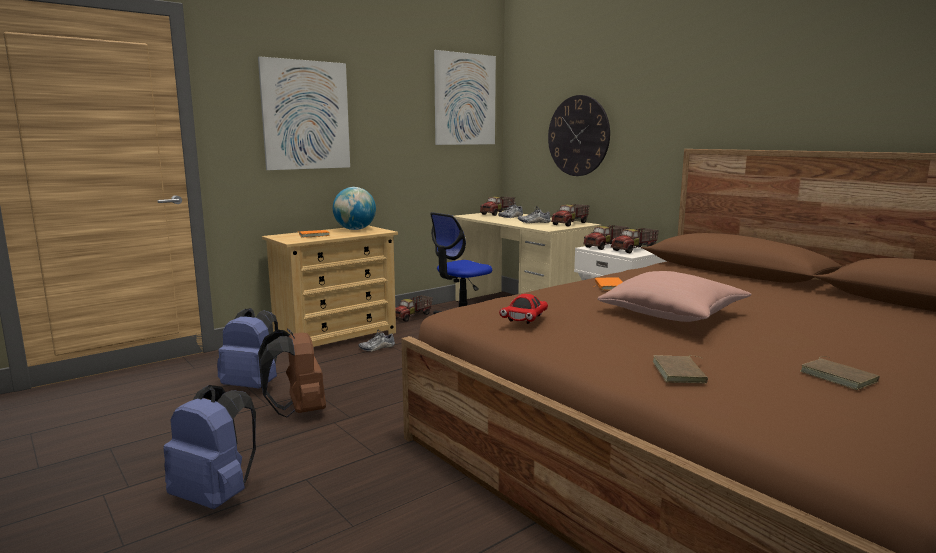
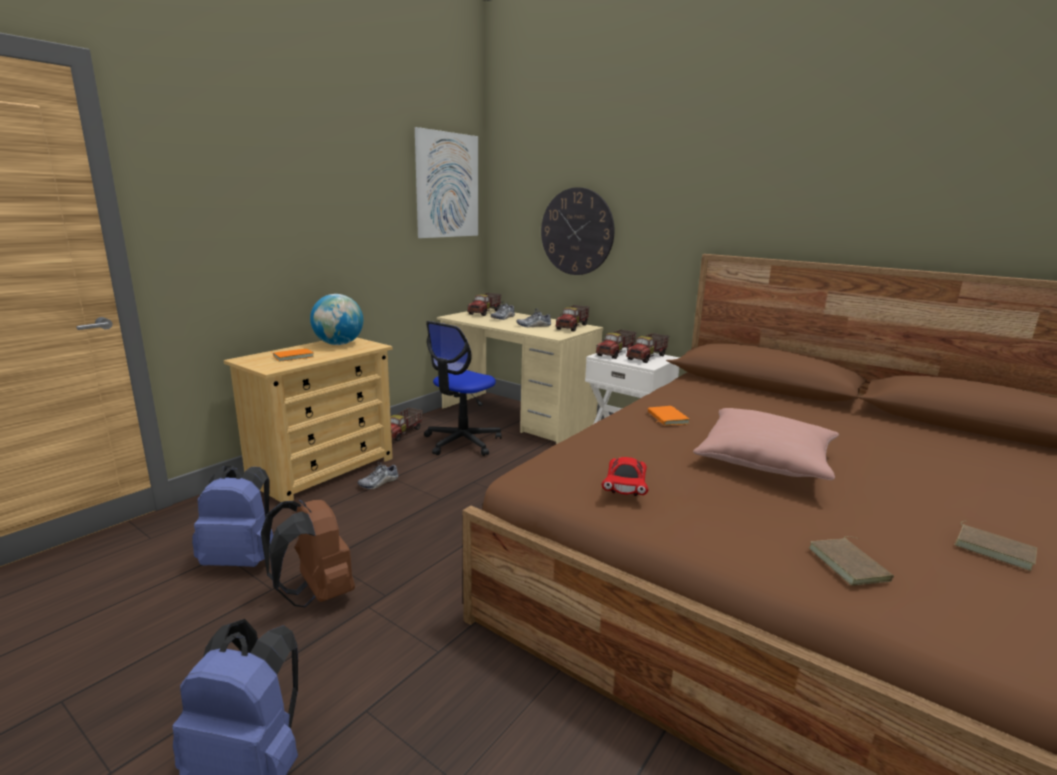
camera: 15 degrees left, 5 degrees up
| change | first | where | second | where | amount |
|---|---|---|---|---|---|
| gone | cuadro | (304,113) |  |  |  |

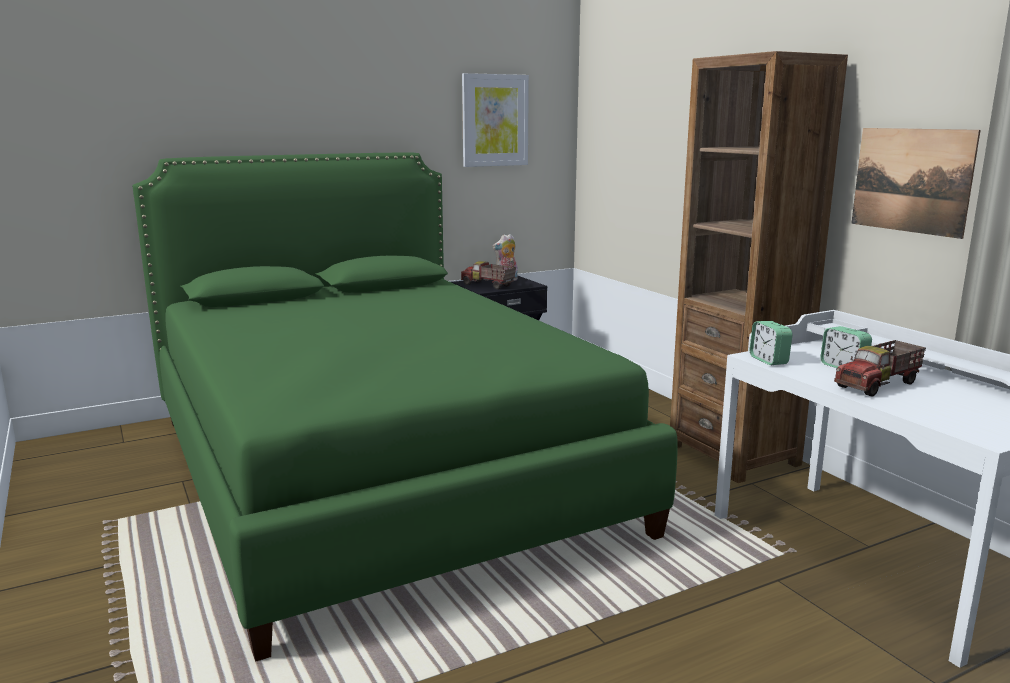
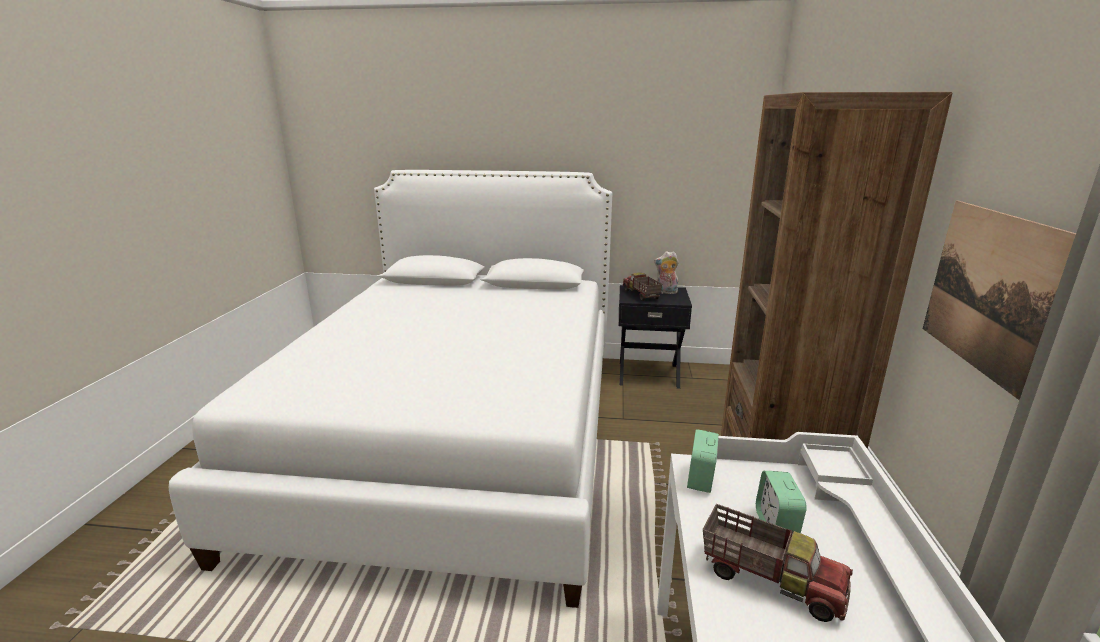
camera: 35 degrees right, 5 degrees up
| change | first | where | second | where | amount |
|---|---|---|---|---|---|
| gone | cuadro | (495,120) |  |  |  |
| repainted | cama [verde] | (405,407) | cama [blanco] | (390,389) |  |
| rotated | camión de juguete | (880,368) |  | (778,563) | 150 degrees counterclockwise |

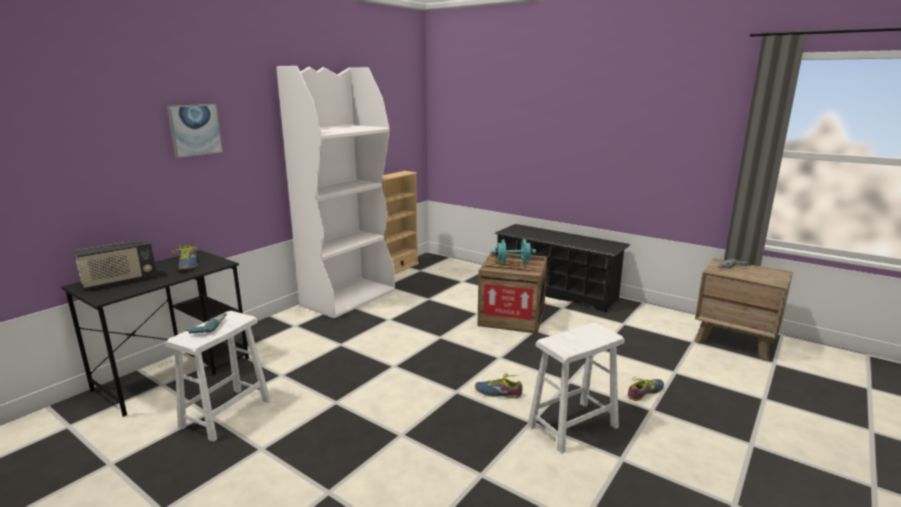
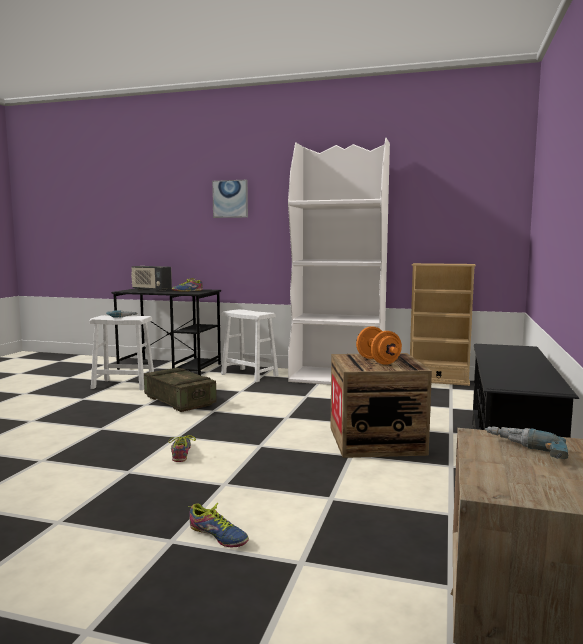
camera: 70 degrees right, 10 degrees down
| change | first | where | second | where | amount |
|---|---|---|---|---|---|
| new |  |  | caja de embalaje | (180,390) |  |
| shifted | taburete [blanco] | (576,388) |  | (250,345) |  |
| repainted | mancuerna [turquesa] | (513,251) | mancuerna [naranja] | (379,345) |  |

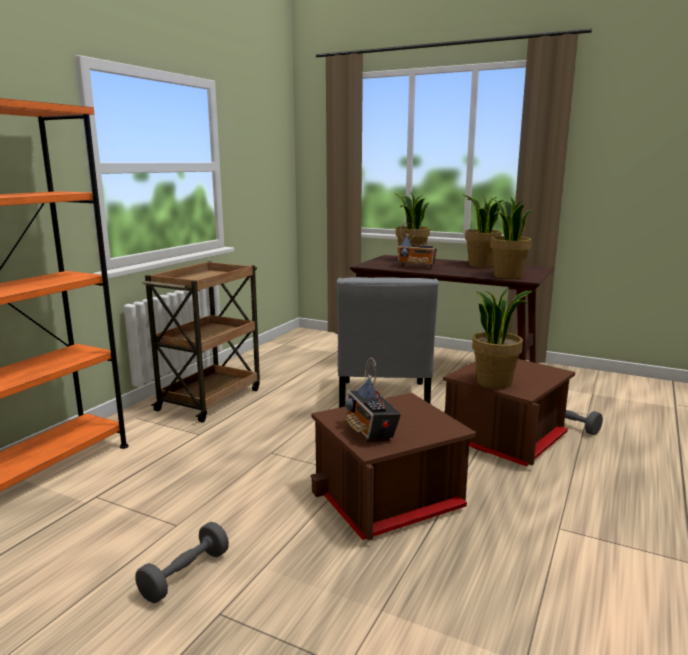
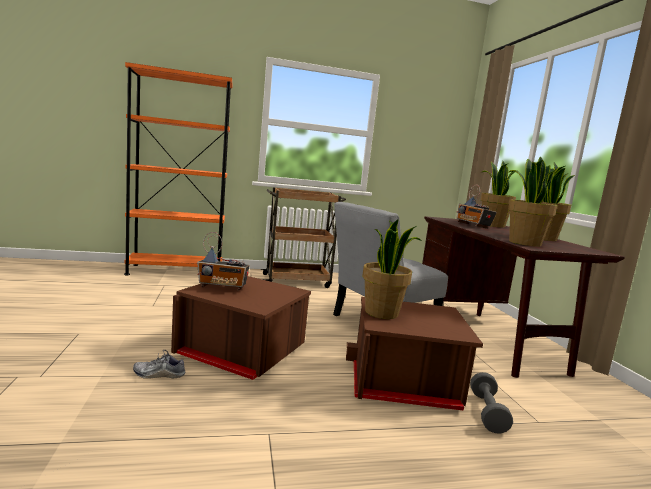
camera: 50 degrees right, 5 degrees down
| change | first | where | second | where | amount |
|---|---|---|---|---|---|
| gone | mancuerna [gris] | (182,562) |  |  |  |
| new |  |  | zapato | (159,364) |  |
| rotated | radio | (373,400) |  | (223,261) | 120 degrees counterclockwise |

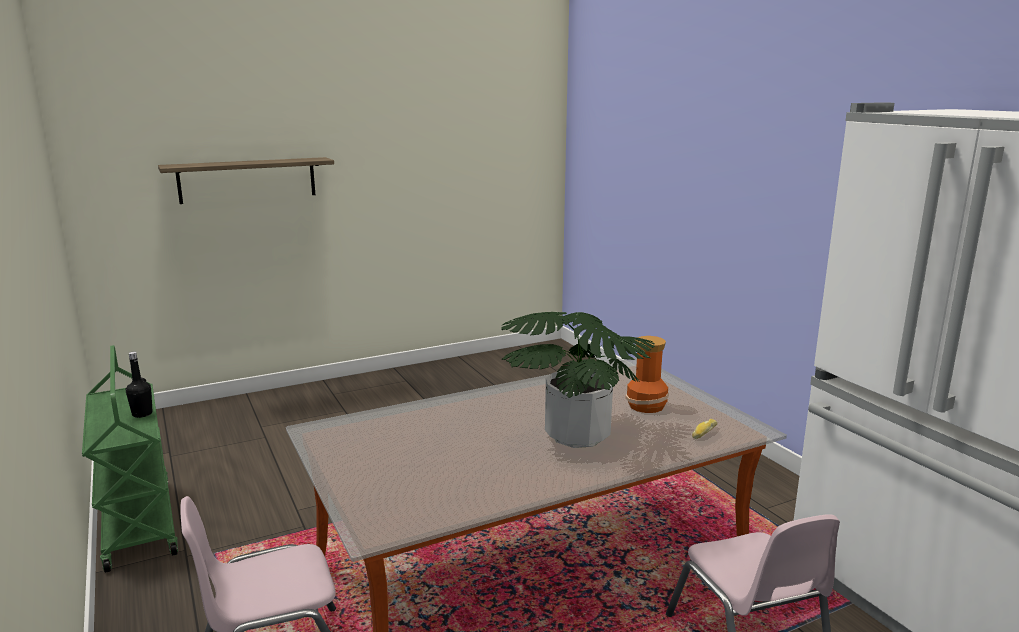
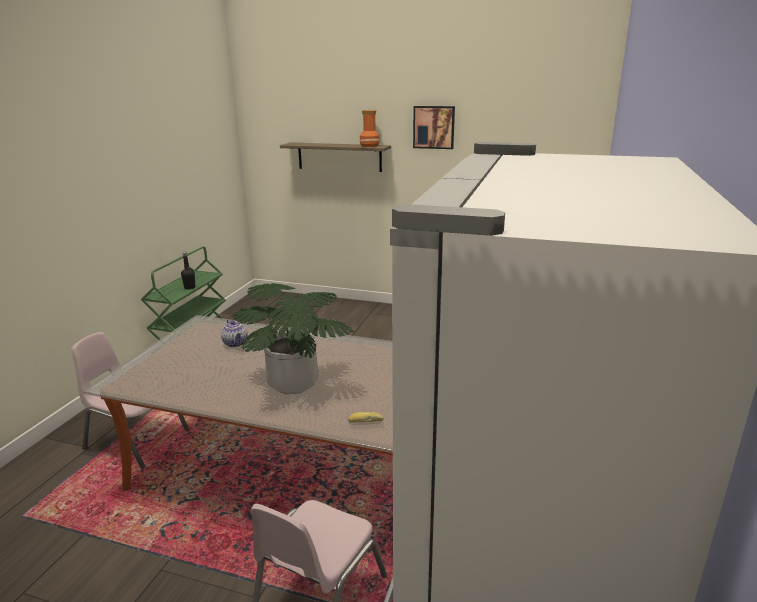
camera: 45 degrees right, 5 degrees up
| change | first | where | second | where | amount |
|---|---|---|---|---|---|
| new |  |  | tetera | (234,333) |  |
| new |  |  | cuadro | (434,127) |  |
| shifted | florero | (647,374) |  | (369,128) |  |

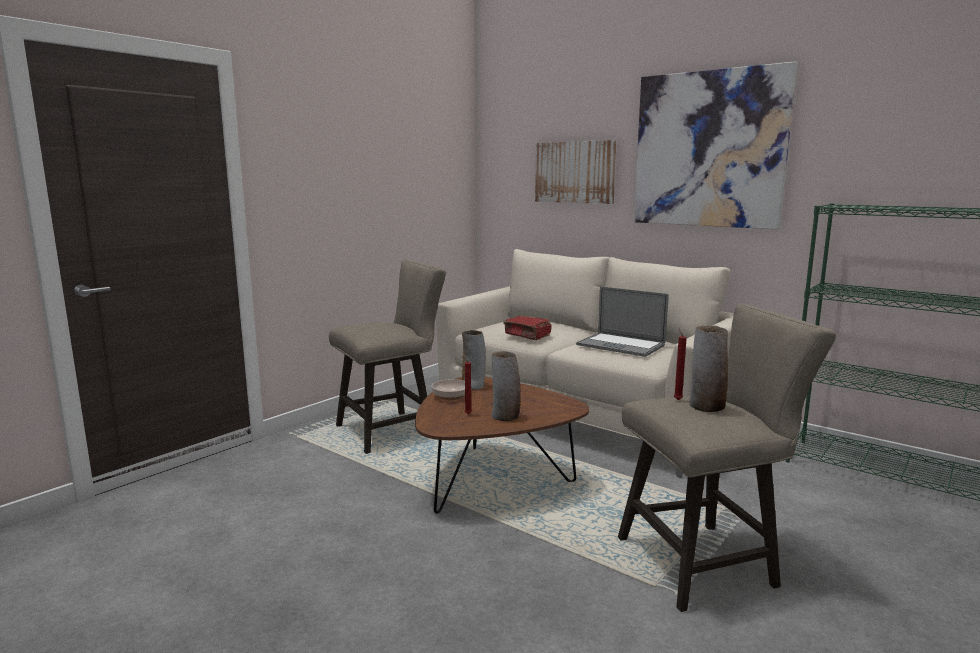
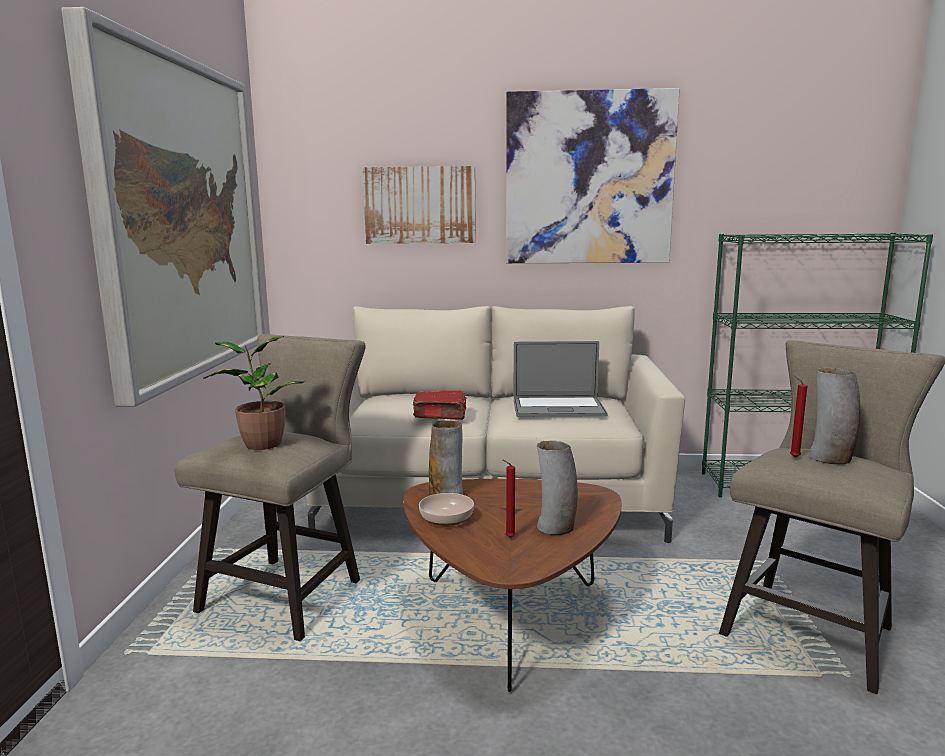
camera: 35 degrees left, 0 degrees up
| change | first | where | second | where | amount |
|---|---|---|---|---|---|
| new |  |  | cuadro | (163,207) |  |
| new |  |  | planta en maceta | (254,393) |  |

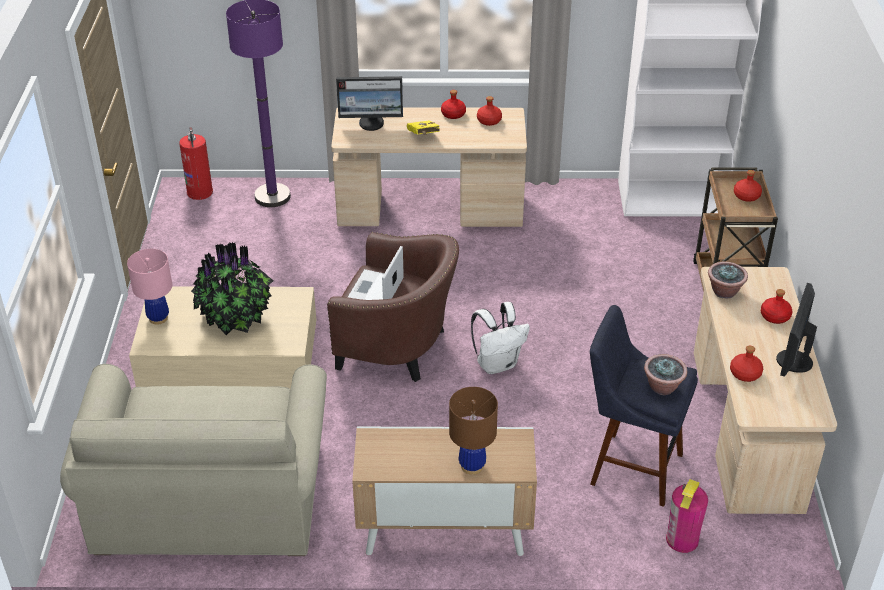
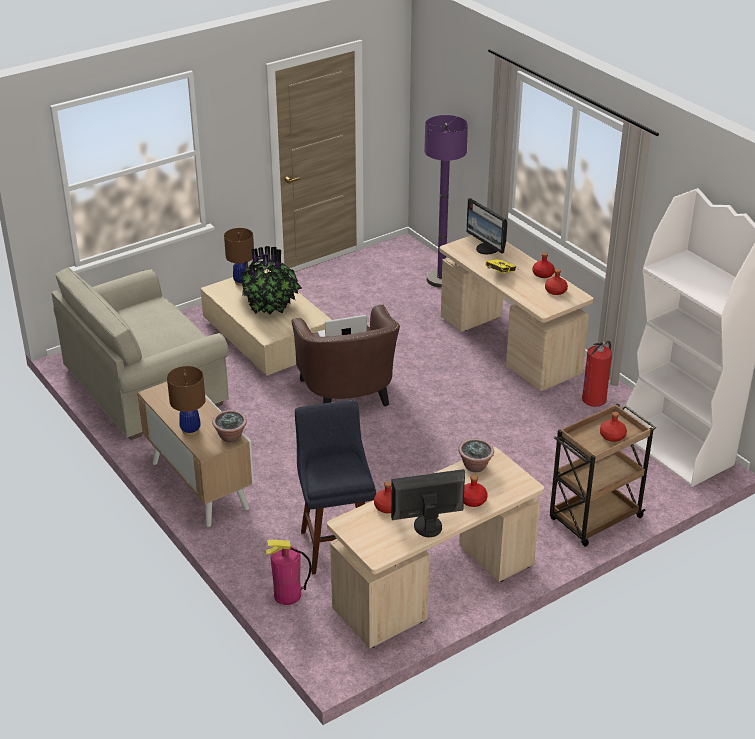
camera: 55 degrees right, 5 degrees down
| change | first | where | second | where | amount |
|---|---|---|---|---|---|
| gone | mochila [blanco] | (500,338) |  |  |  |
| shifted | extintor | (196,163) |  | (597,373) |  |
| shifted | planta en maceta | (665,374) |  | (229,426) |  |
| repainted | lámpara de mesa [rosa] | (149,287) | lámpara de mesa [marrón] | (239,257) |  |

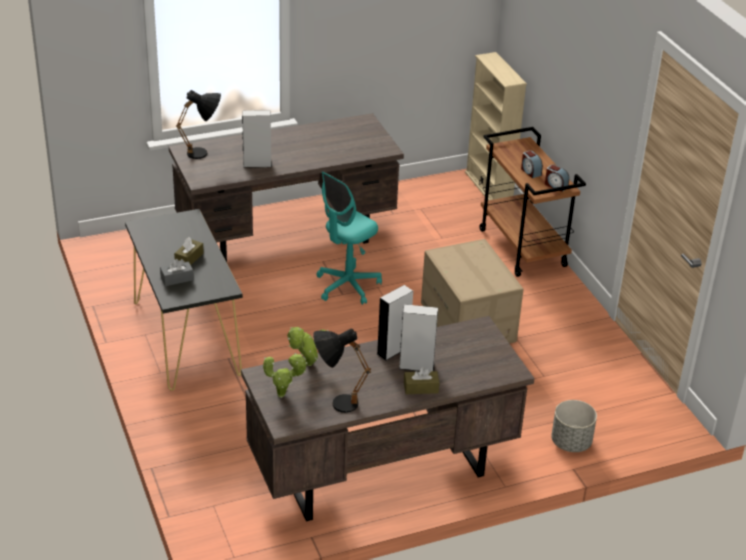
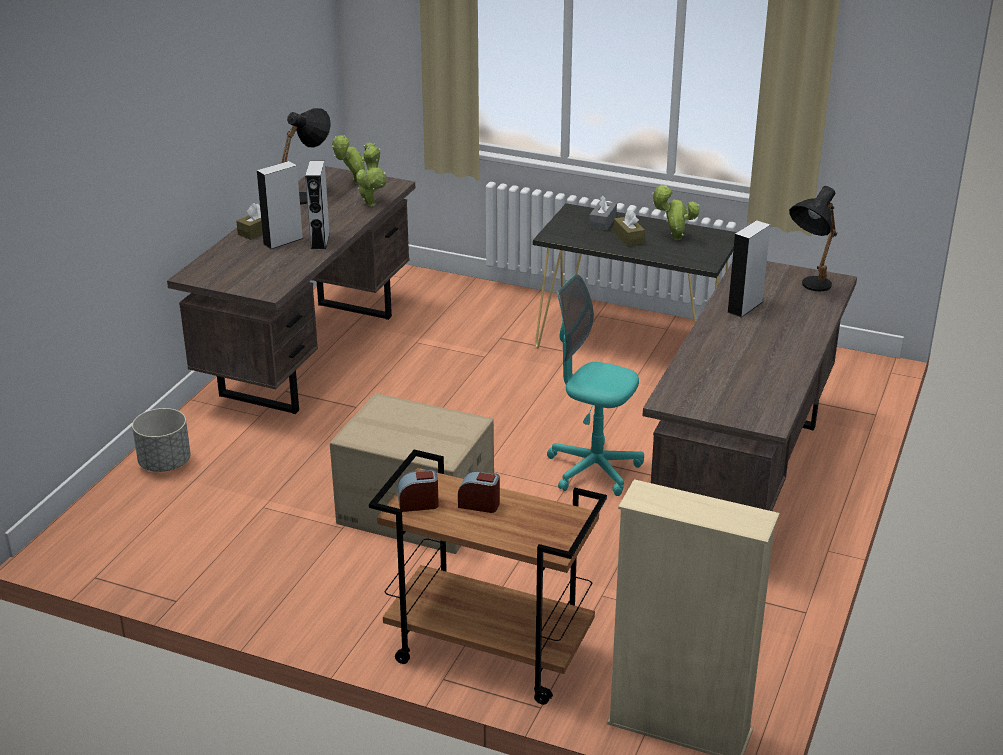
camera: 135 degrees right, 5 degrees down
| change | first | where | second | where | amount |
|---|---|---|---|---|---|
| new |  |  | planta en maceta | (675,212) |  |
| rotated | silla de oficina [turquesa] | (349,238) |  | (595,385) | 60 degrees counterclockwise |

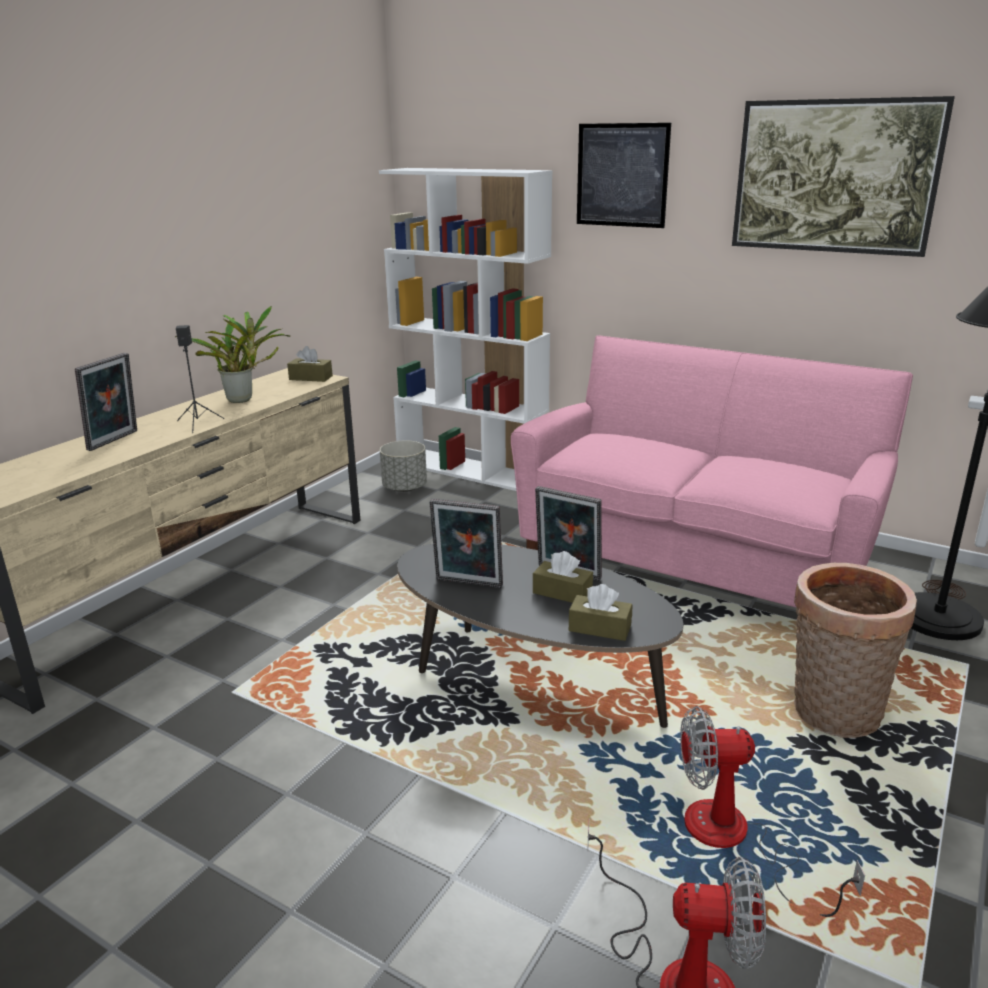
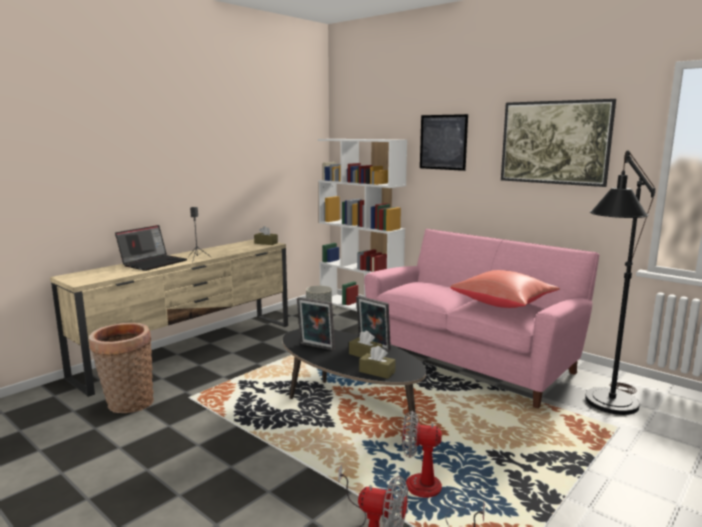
camera: 10 degrees right, 10 degrees down
| change | first | where | second | where | amount |
|---|---|---|---|---|---|
| gone | planta en maceta | (233,354) |  |  |  |
| new |  |  | cojín [rojo] | (505,289) |  |
| shifted | cesta | (855,650) |  | (121,368) |  |
| swapped | portarretratos | (106,402) | portátil | (151,248) |  |

